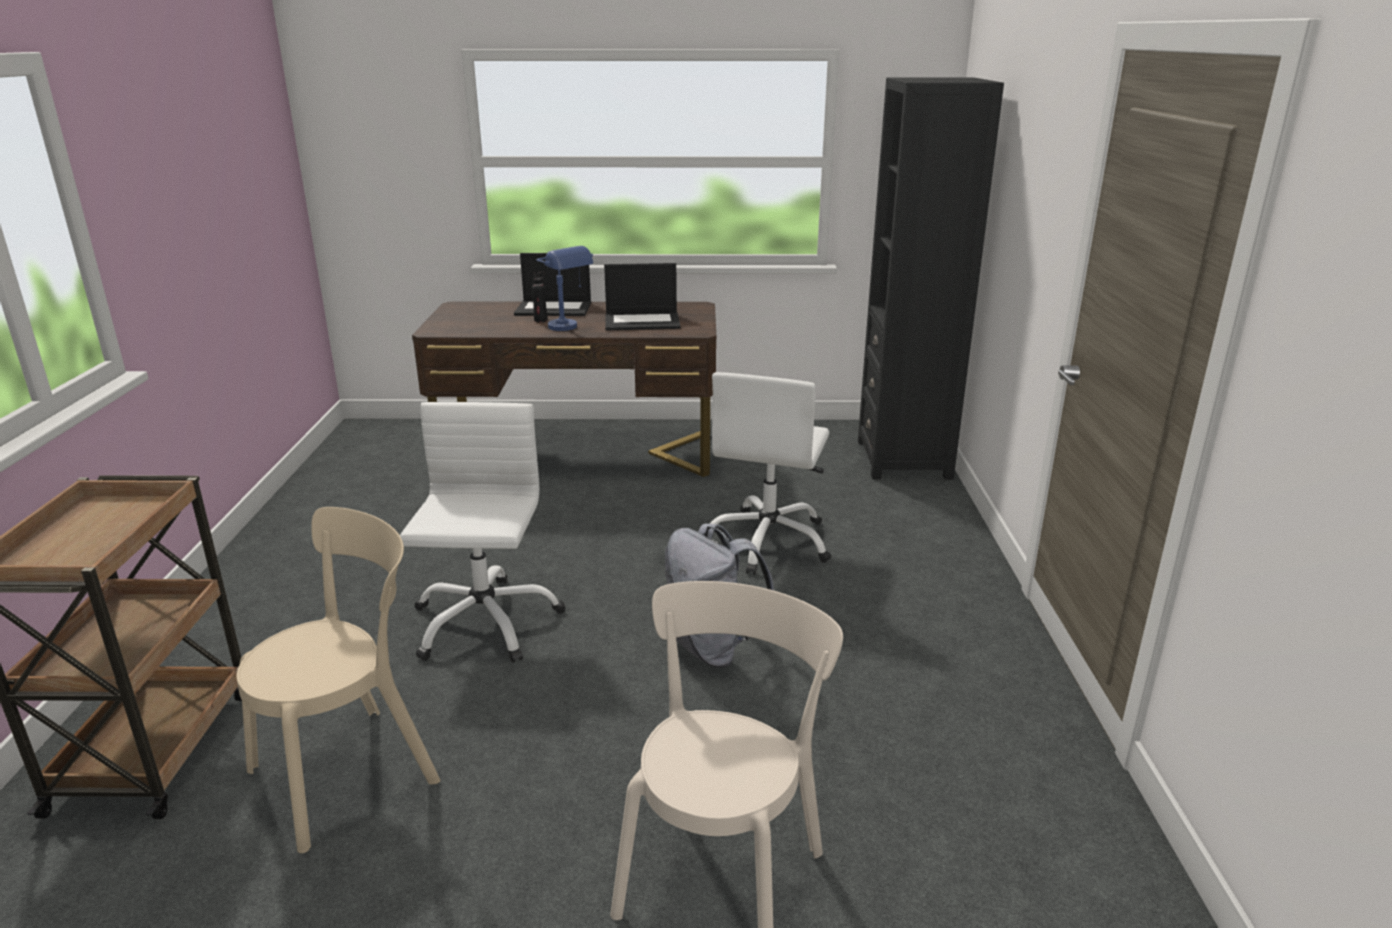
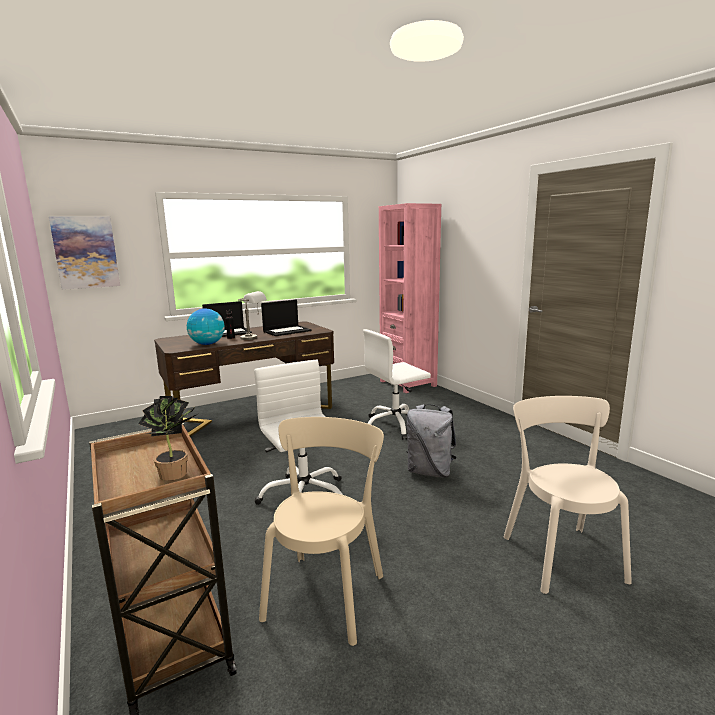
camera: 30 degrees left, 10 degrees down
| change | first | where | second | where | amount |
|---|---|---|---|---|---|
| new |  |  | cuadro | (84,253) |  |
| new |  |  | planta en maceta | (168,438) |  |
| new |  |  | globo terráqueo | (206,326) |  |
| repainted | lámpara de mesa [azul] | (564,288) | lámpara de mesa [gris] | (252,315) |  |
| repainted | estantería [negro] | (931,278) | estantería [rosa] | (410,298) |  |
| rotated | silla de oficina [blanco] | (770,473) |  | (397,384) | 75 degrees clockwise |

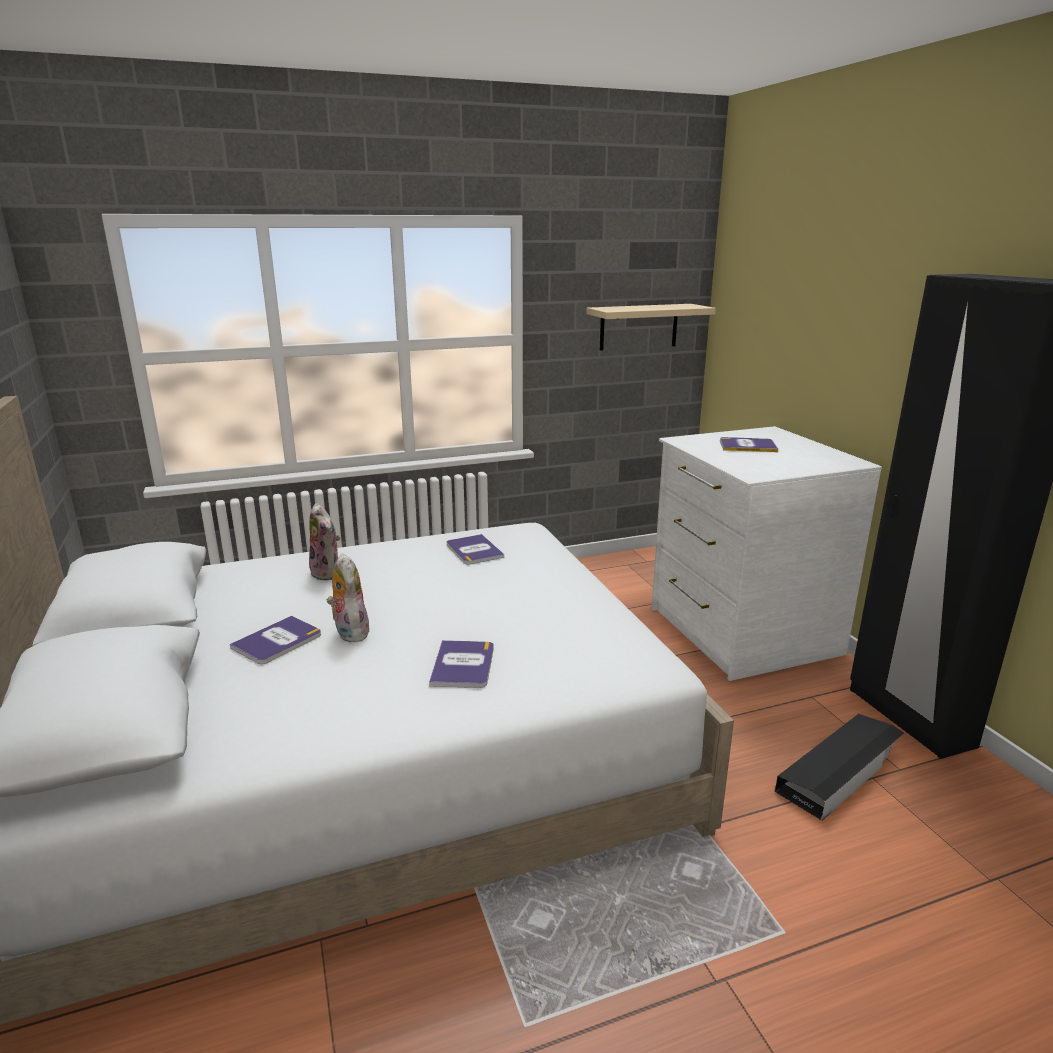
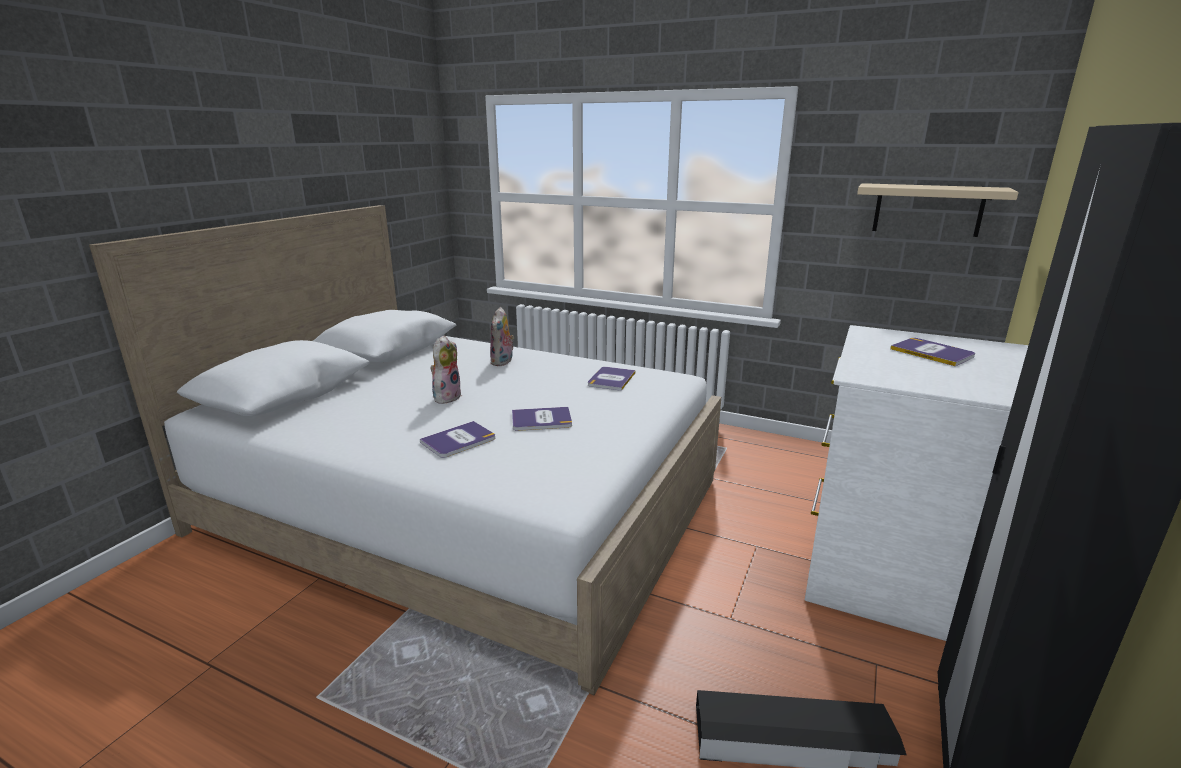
camera: 45 degrees right, 0 degrees up
| change | first | where | second | where | amount |
|---|---|---|---|---|---|
| shifted | libro | (275,640) |  | (542,419) |  |

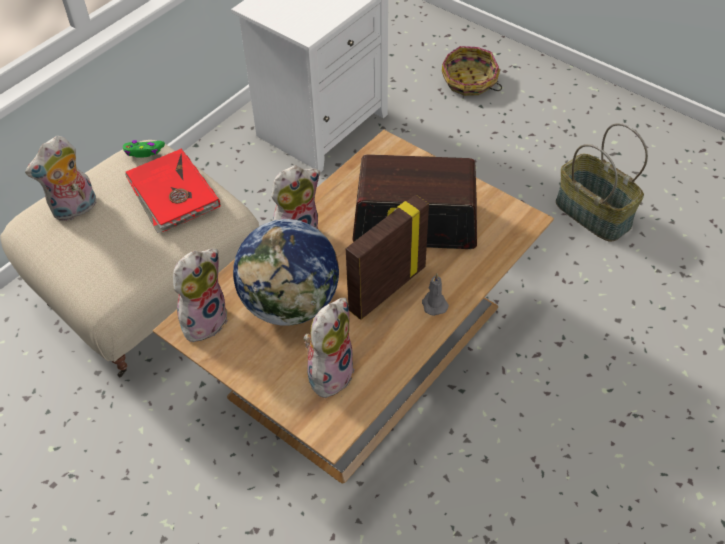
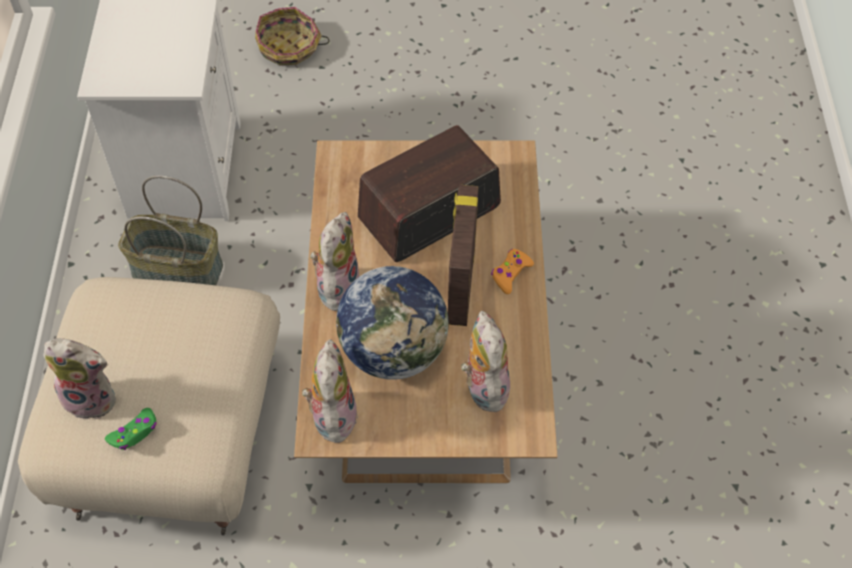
camera: 40 degrees left, 5 degrees up
| change | first | where | second | where | amount |
|---|---|---|---|---|---|
| gone | libro [rojo] | (172,191) |  |  |  |
| shifted | mando de consola [verde] | (144,149) |  | (131,429) |  |
| shifted | cesta | (602,182) |  | (170,230) |  |
| swapped | vela [gris] | (435,295) | mando de consola [naranja] | (512,271) |  |
| rotated | peluche | (61,179) |  | (79,378) | 90 degrees counterclockwise |

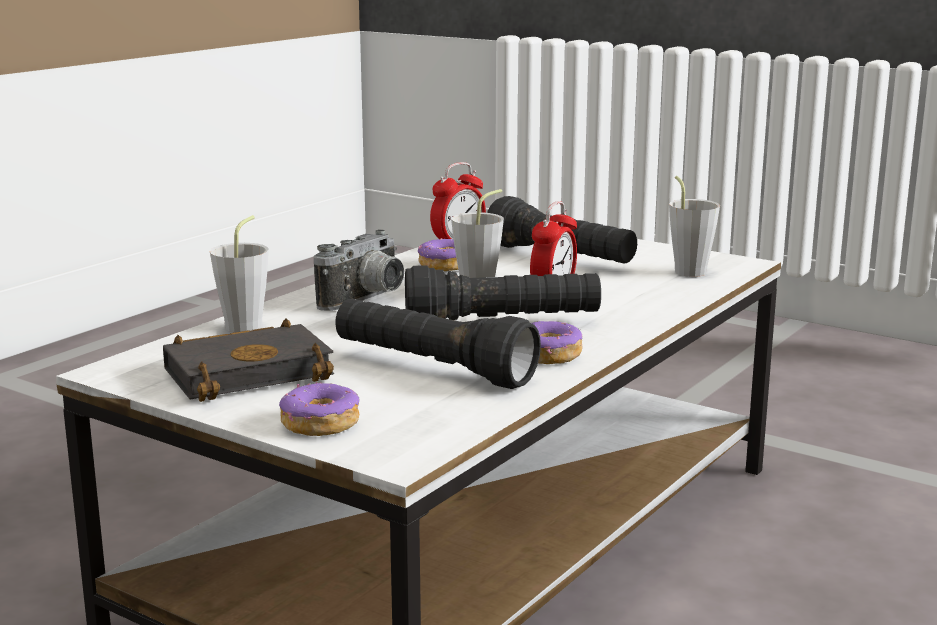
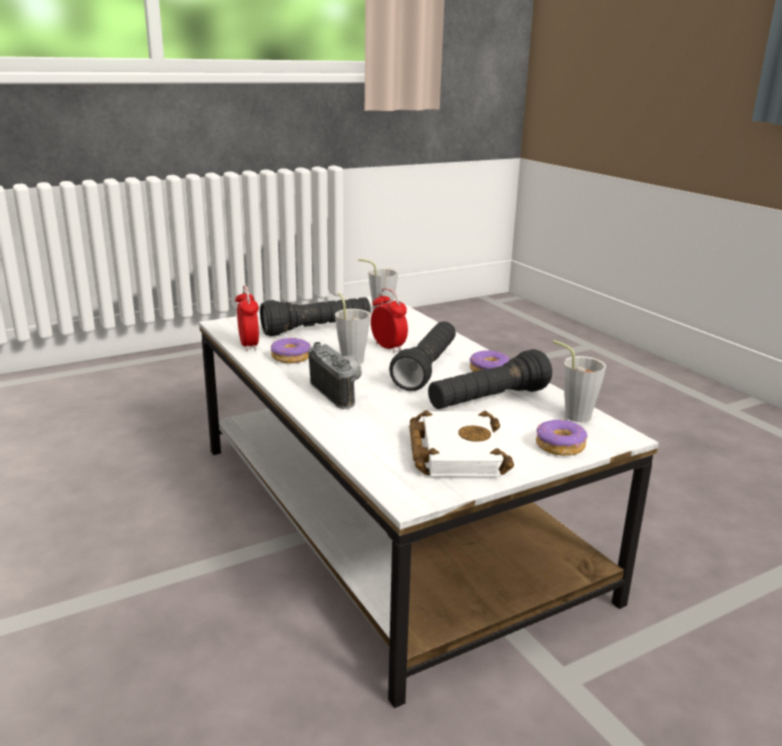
camera: 65 degrees left, 5 degrees up
| change | first | where | second | where | amount |
|---|---|---|---|---|---|
| shifted | taza [gris] | (239,274) |  | (579,381) |  |
| repainted | libro [negro] | (248,360) | libro [blanco] | (461,443) |  |

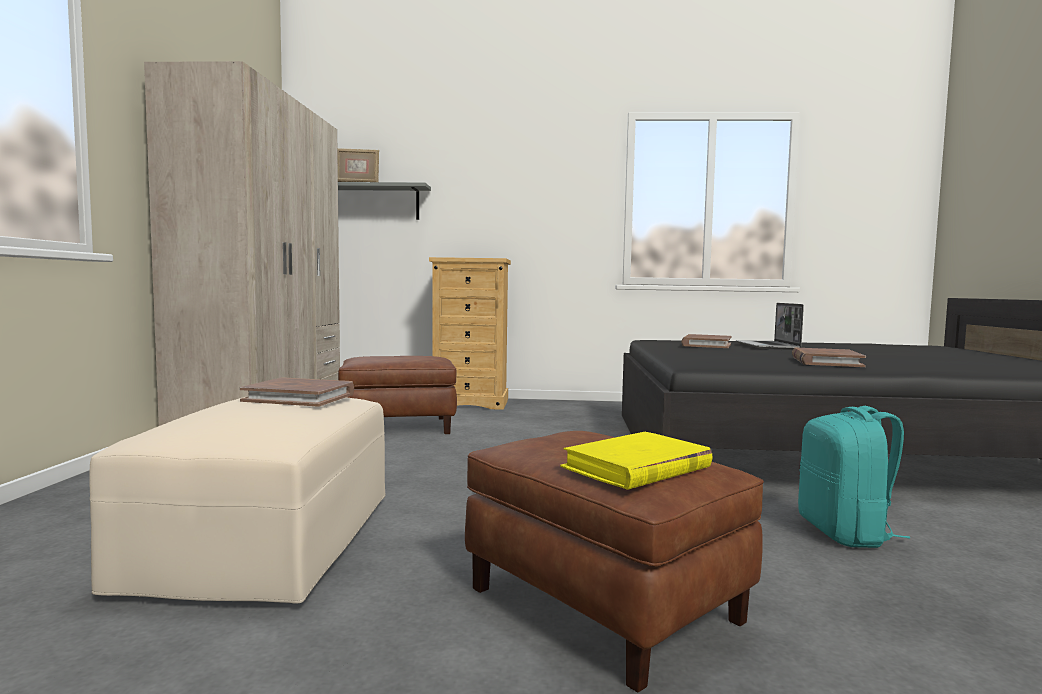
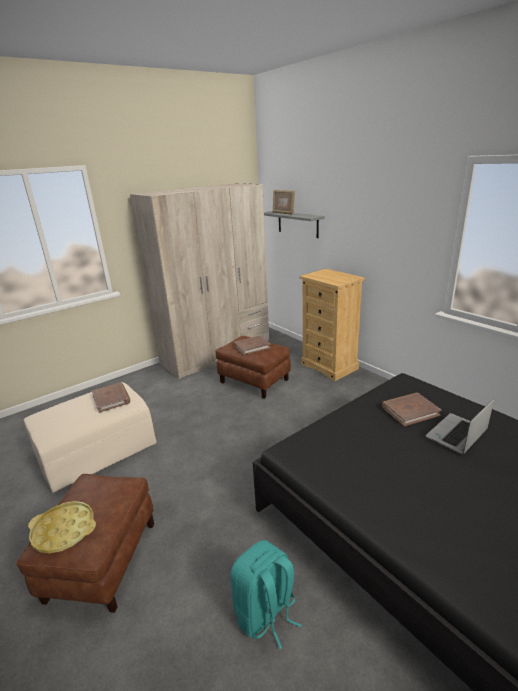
camera: 50 degrees right, 20 degrees up
| change | first | where | second | where | amount |
|---|---|---|---|---|---|
| shifted | libro [marrón] | (829,357) |  | (252,345) |  |
| swapped | libro [amarillo] | (636,461) | bandeja [amarillo] | (62,527) |  |

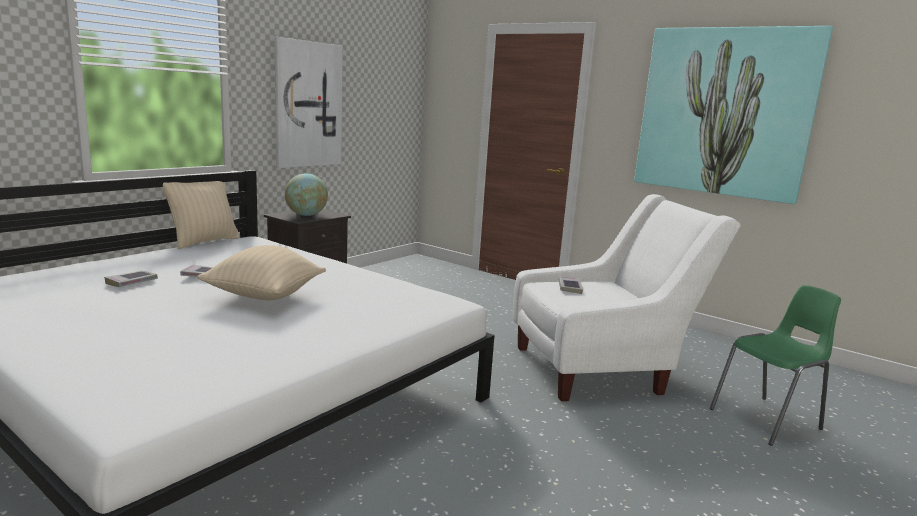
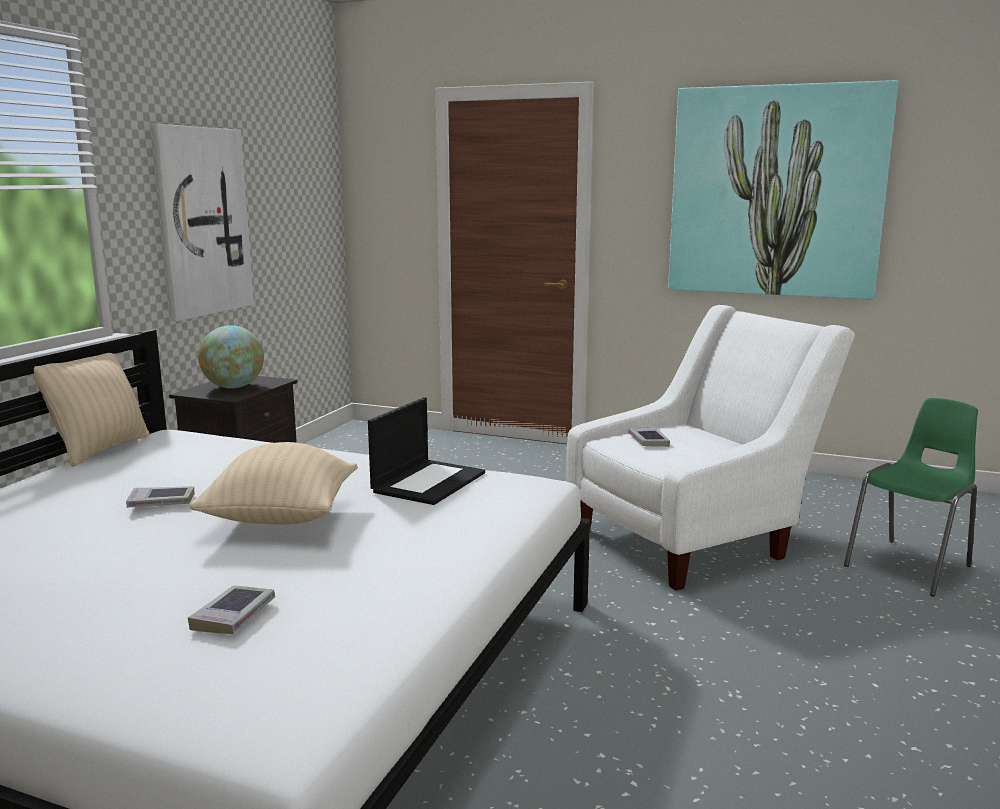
camera: 15 degrees left, 0 degrees up
| change | first | where | second | where | amount |
|---|---|---|---|---|---|
| new |  |  | portátil | (426,451) |  |
| shifted | libro | (131,279) |  | (231,609) |  |

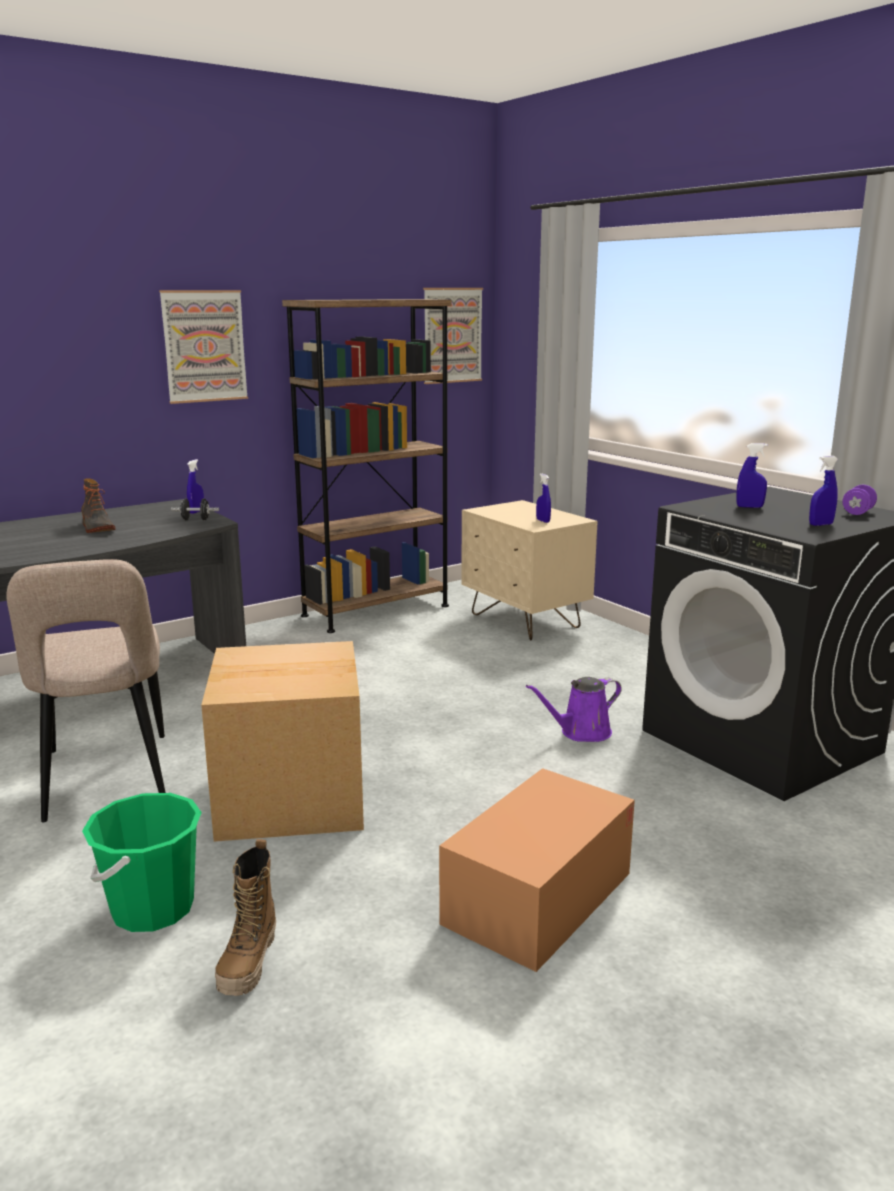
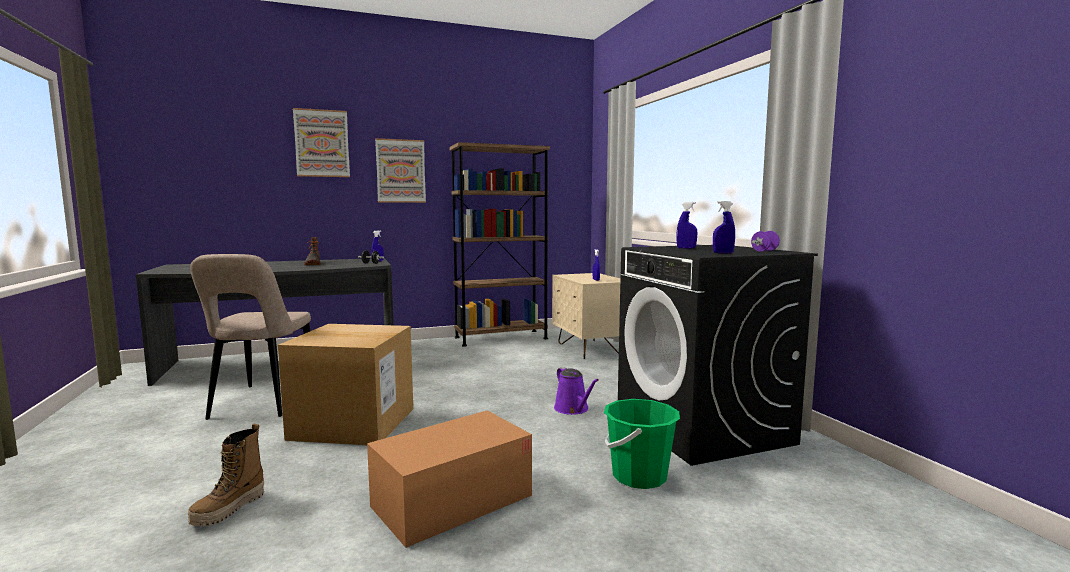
camera: 15 degrees right, 10 degrees down
| change | first | where | second | where | amount |
|---|---|---|---|---|---|
| shifted | cubo [verde] | (142,862) |  | (642,444) |  |
| shifted | cuadro | (453,336) |  | (321,142) |  |
| rotated | regadera [morado] | (574,709) |  | (576,391) | 105 degrees counterclockwise |

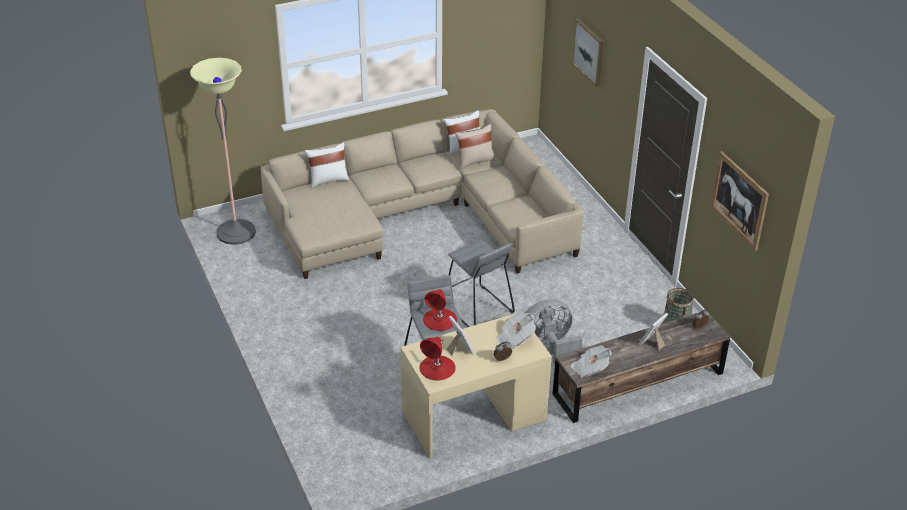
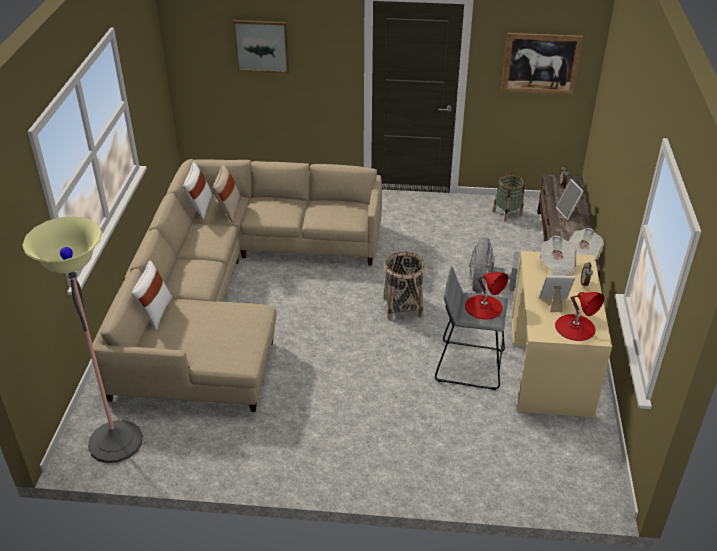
camera: 60 degrees left, 0 degrees up
| change | first | where | second | where | amount |
|---|---|---|---|---|---|
| swapped | taburete [gris] | (481,283) | cesta | (404,285) |  |

